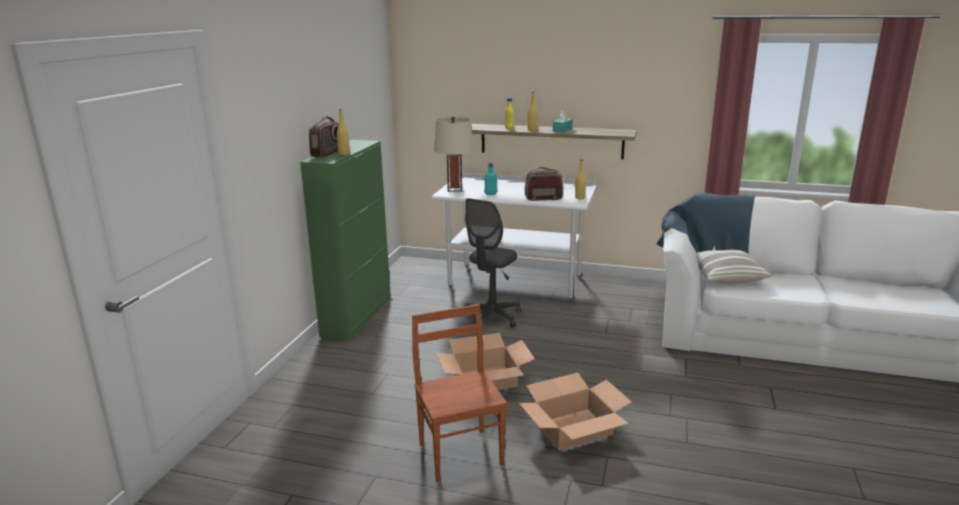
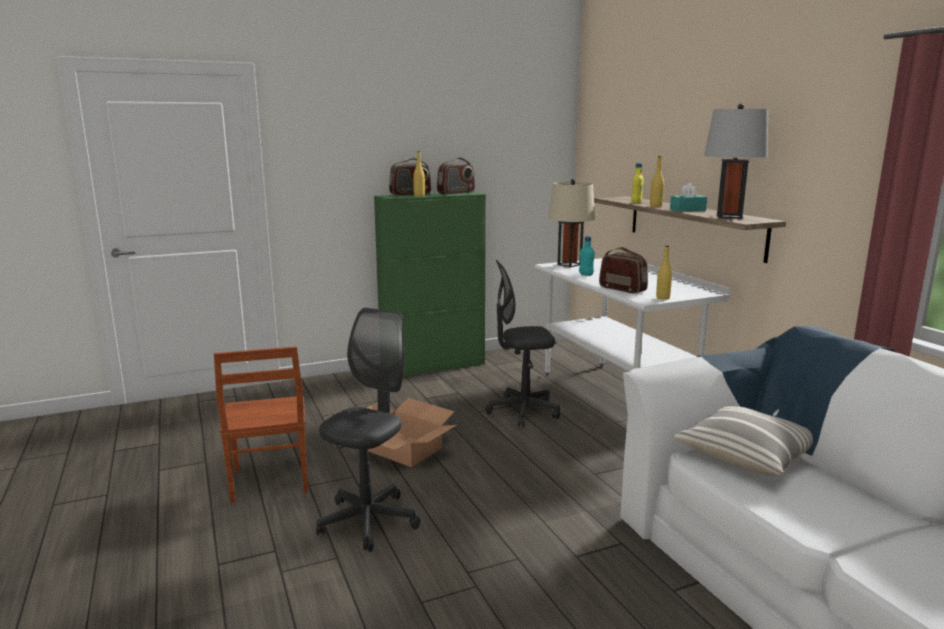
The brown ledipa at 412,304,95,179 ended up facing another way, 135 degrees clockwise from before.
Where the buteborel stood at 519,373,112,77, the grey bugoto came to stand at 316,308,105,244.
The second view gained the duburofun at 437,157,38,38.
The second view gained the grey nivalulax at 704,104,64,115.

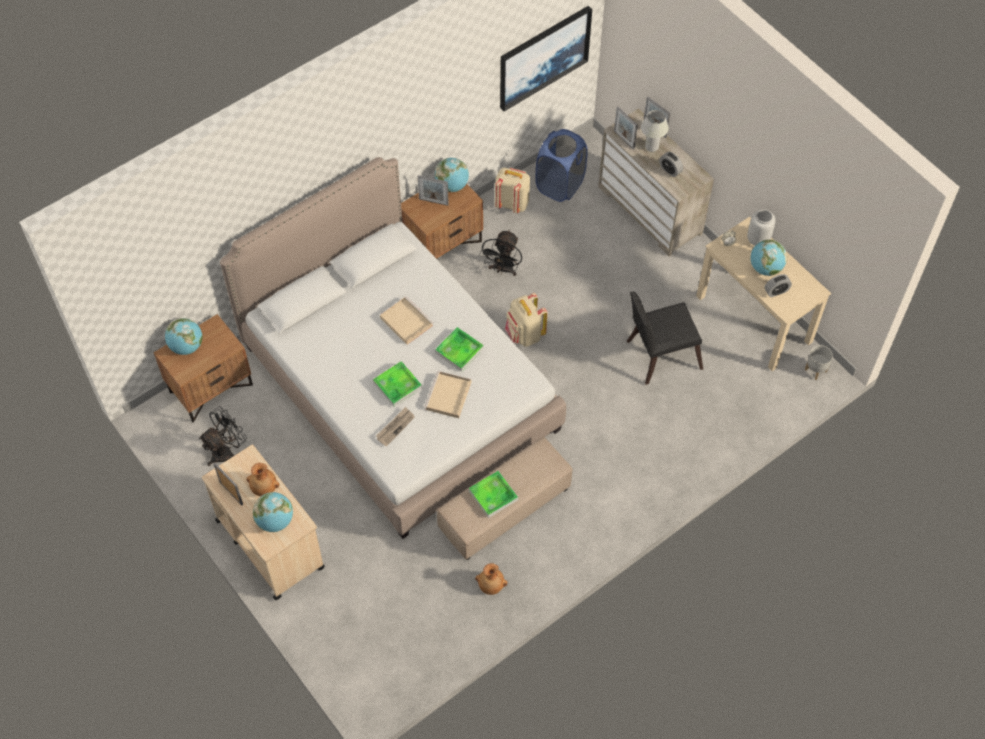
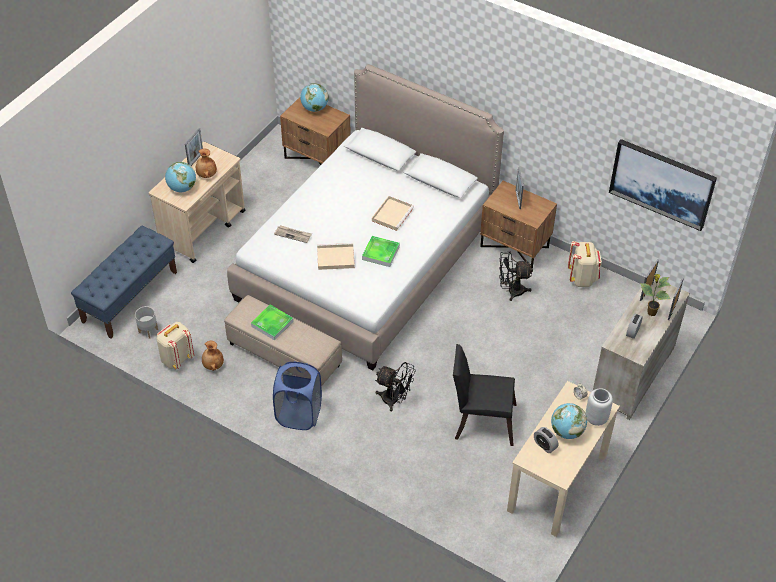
The second view gained the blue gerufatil at 71,226,106,112.
The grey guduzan ended up elsewhere, having gone from 805,345,28,35 to 135,306,23,32.
The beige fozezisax ended up elsewhere, having gone from 505,293,42,54 to 156,322,38,48.
The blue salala ended up elsewhere, having gone from 535,129,53,73 to 273,361,49,69.
The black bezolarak ended up elsewhere, having gone from 199,406,48,60 to 375,362,41,49.
The black ledipa at 627,292,76,93 ended up facing another way, 45 degrees counterclockwise from before.
Where the white nivalulax stood at 641,110,28,42, the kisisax came to stand at 640,274,31,42.
The second view lost the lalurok at 373,361,49,46.
The second view lost the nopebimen at 435,158,34,34.

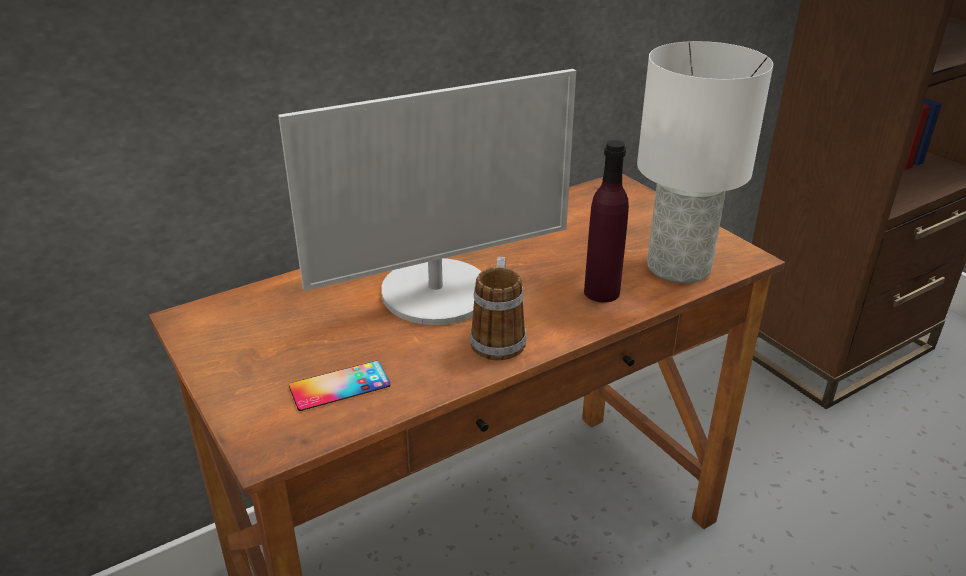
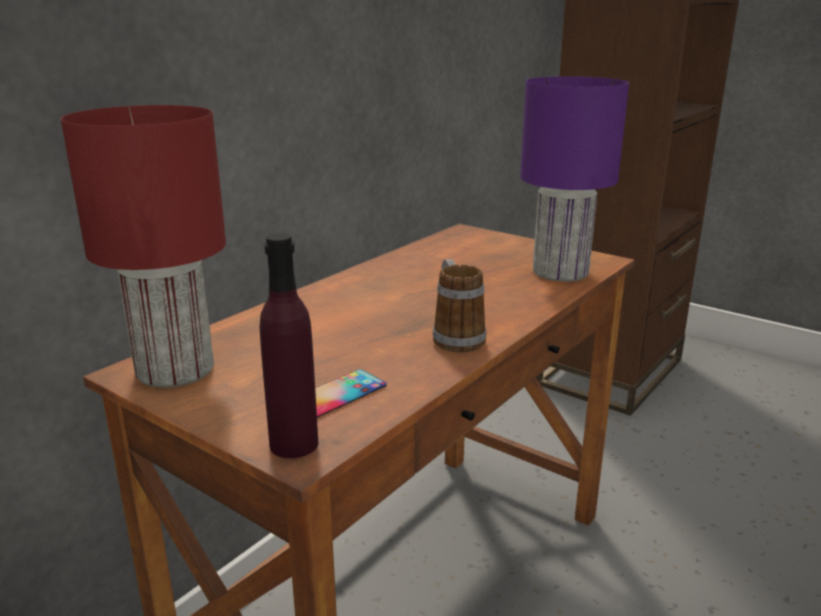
The second view gained the red nivalulax at 61,105,165,283.
The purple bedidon ended up elsewhere, having gone from 584,140,45,162 to 260,233,58,225.
What was the white nivalulax at 637,41,136,242 turned into the purple nivalulax at 520,76,109,206.
The second view lost the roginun at 278,69,298,256.

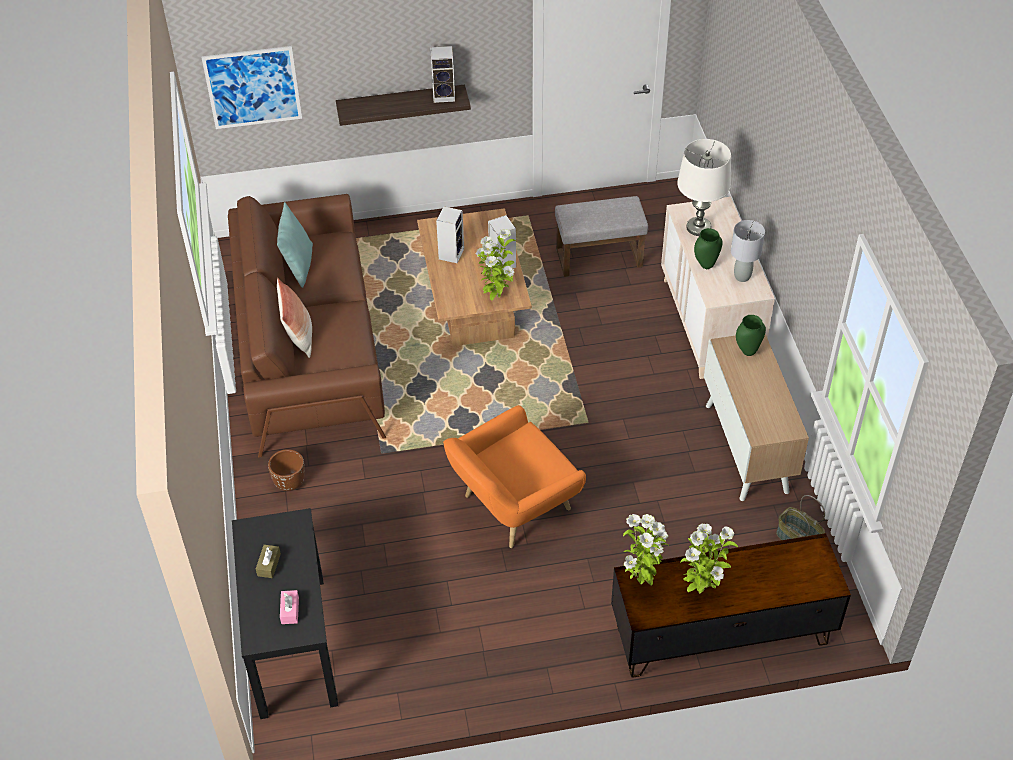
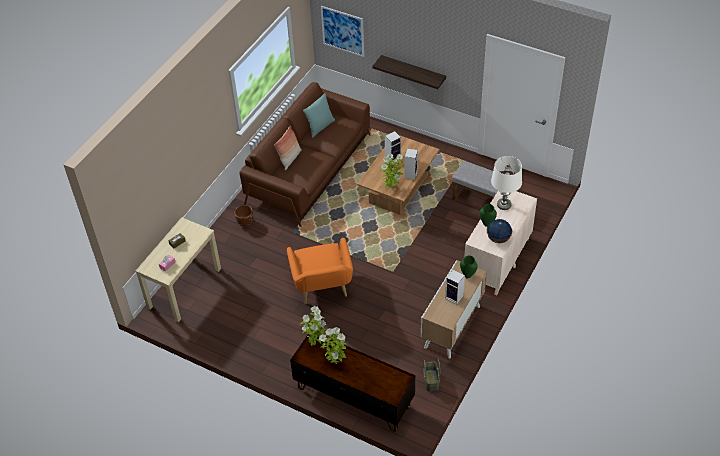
What was the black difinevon at 232,508,106,211 turned into the beige difinevon at 136,217,85,105.
The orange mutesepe at 443,405,143,143 ended up facing another way, 105 degrees counterclockwise from before.
The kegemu ended up elsewhere, having gone from 430,46,25,57 to 445,270,20,34.
Where the grey nivalulax stood at 731,220,34,62, the nopebimen came to stand at 487,219,25,24.

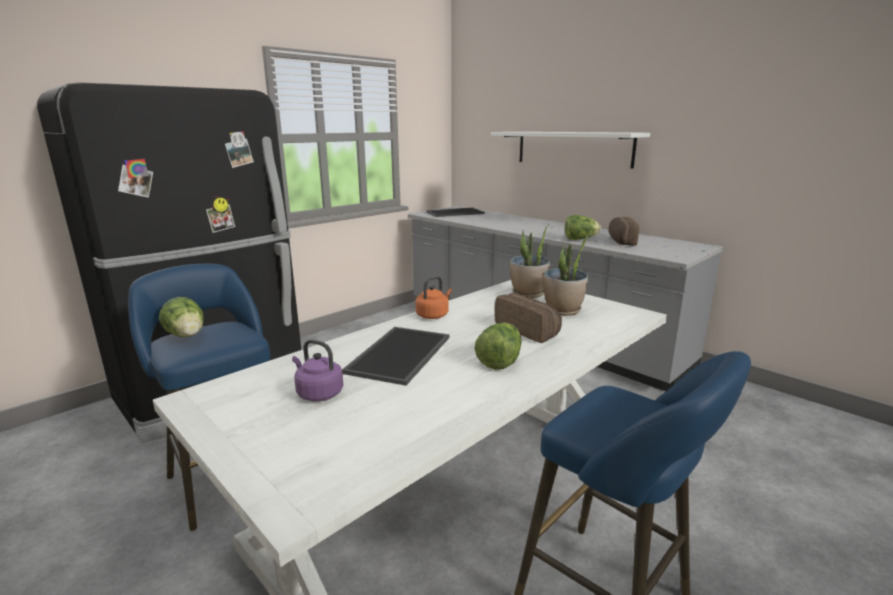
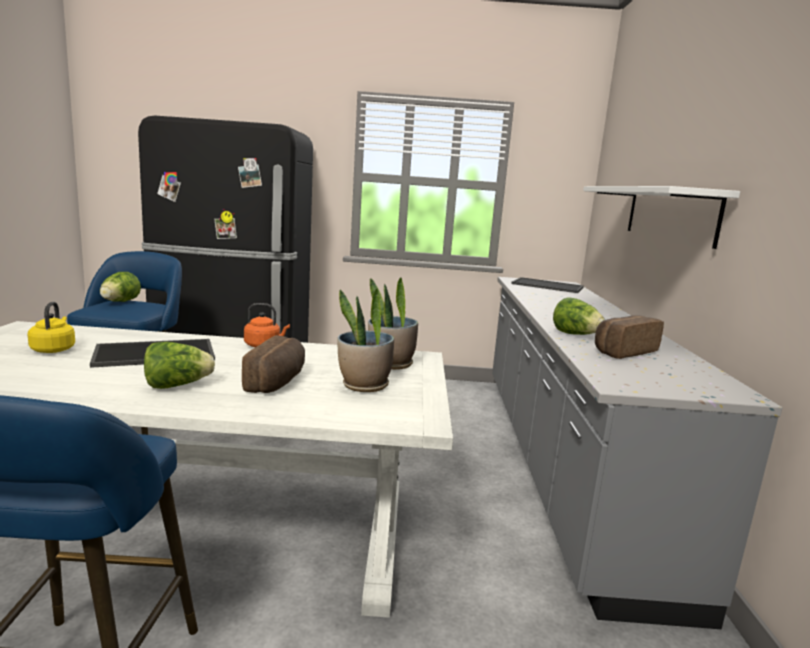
What was the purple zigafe at 292,339,51,62 turned into the yellow zigafe at 27,302,48,51.

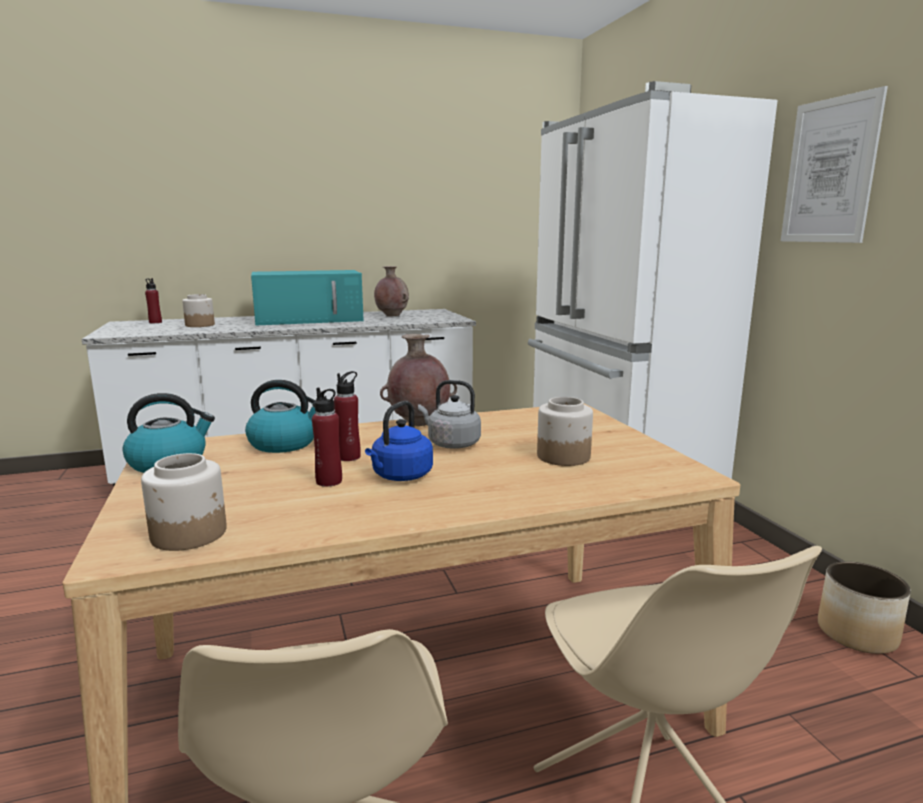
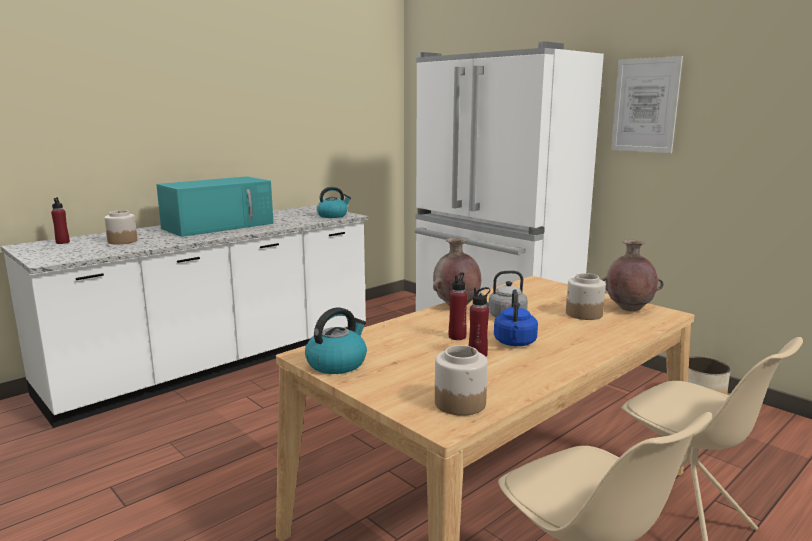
The zigafe ended up elsewhere, having gone from 245,380,71,73 to 317,187,34,31.
The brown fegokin ended up elsewhere, having gone from 374,266,35,50 to 602,239,62,72.

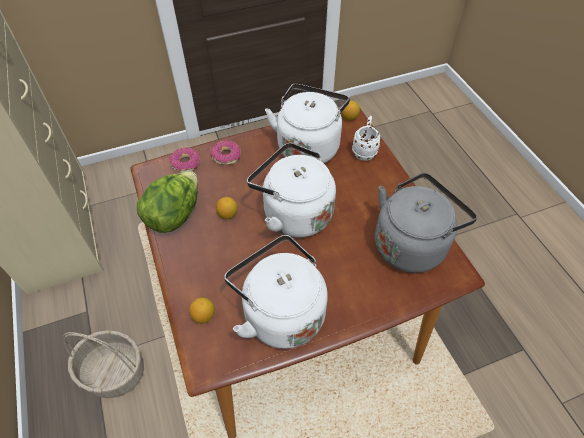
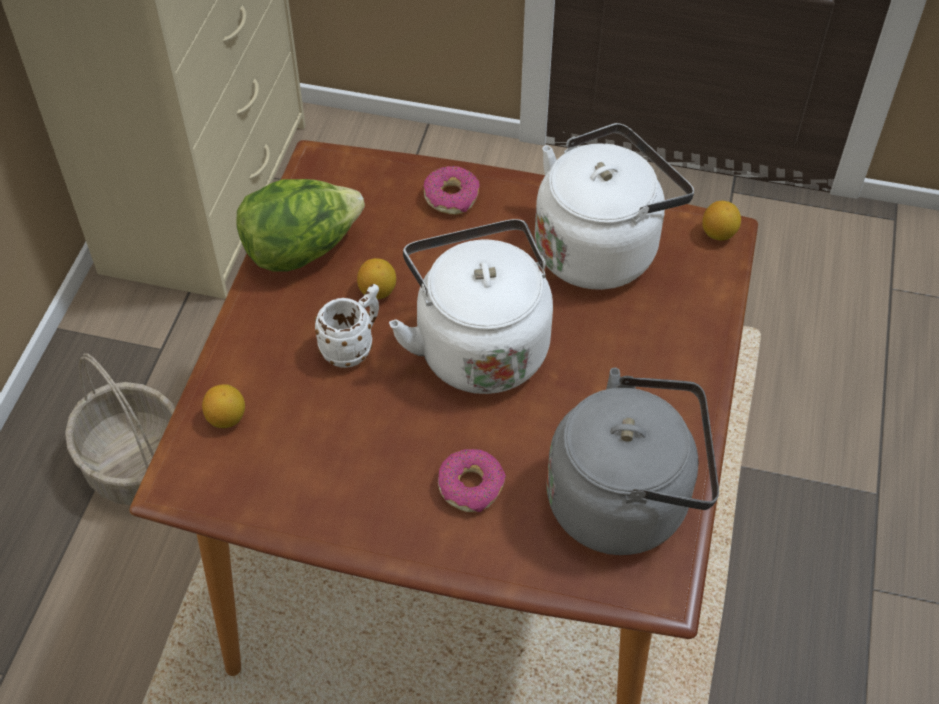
The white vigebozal ended up elsewhere, having gone from 352,116,29,45 to 314,284,65,84.
The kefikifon ended up elsewhere, having gone from 169,147,31,25 to 438,449,68,63.
The second view lost the white zigafe at 224,235,104,114.

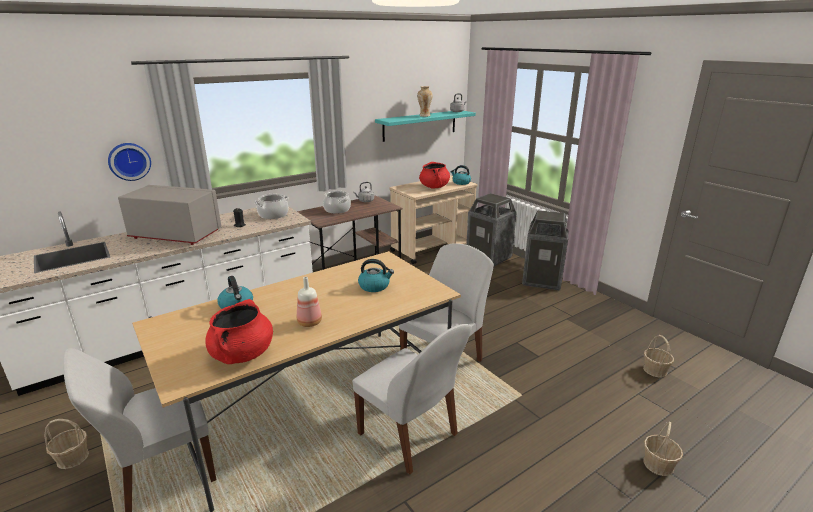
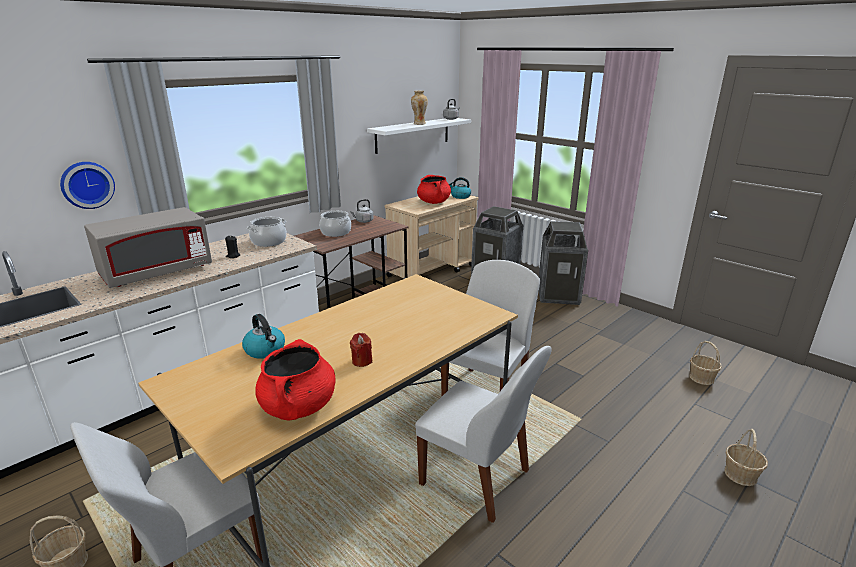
The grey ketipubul at 118,185,103,60 ended up facing another way, 135 degrees clockwise from before.
Where the bedidon stood at 297,277,25,50, the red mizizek came to stand at 350,333,22,34.
What was the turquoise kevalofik at 375,111,101,31 turned into the white kevalofik at 367,118,104,36.
The second view lost the zigafe at 358,259,36,33.

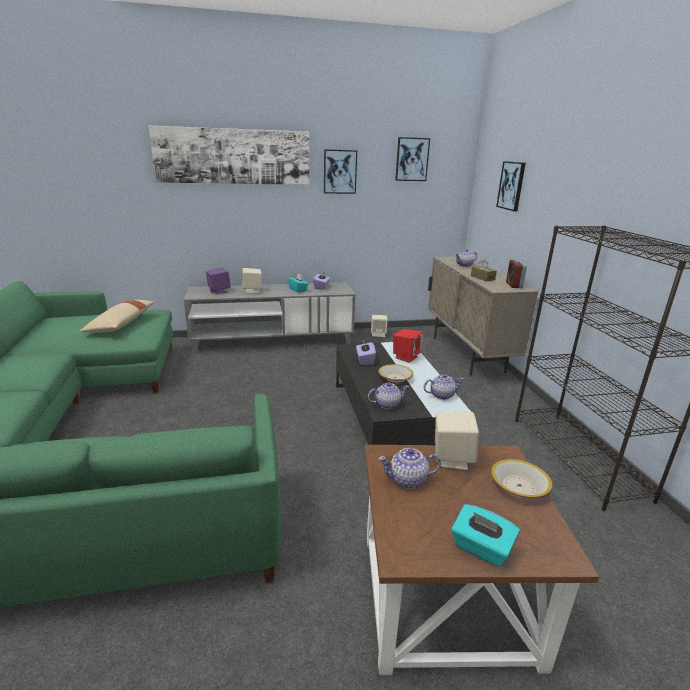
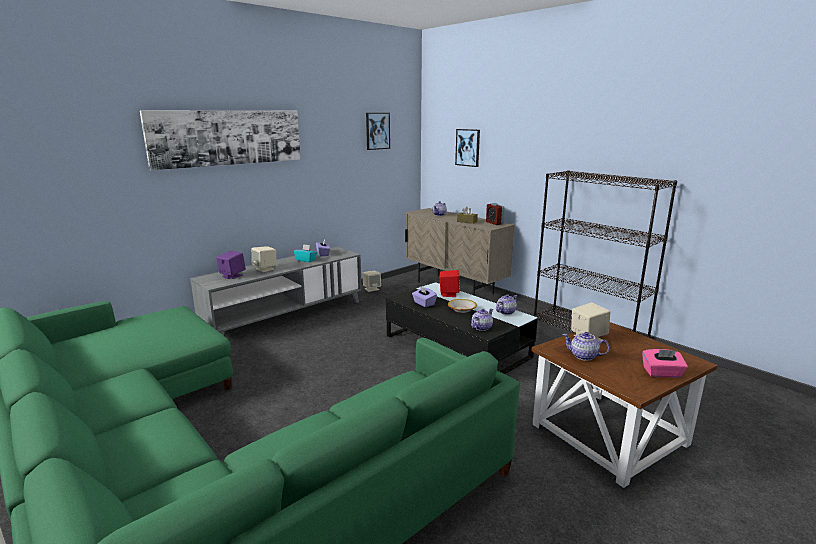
The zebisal at 378,448,63,41 ended up facing another way, 60 degrees clockwise from before.
What was the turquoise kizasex at 452,504,68,63 turned into the pink kizasex at 642,349,46,29.
The second view lost the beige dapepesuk at 80,300,75,33.
The second view lost the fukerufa at 324,149,33,45.
The second view lost the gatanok at 491,459,61,39.

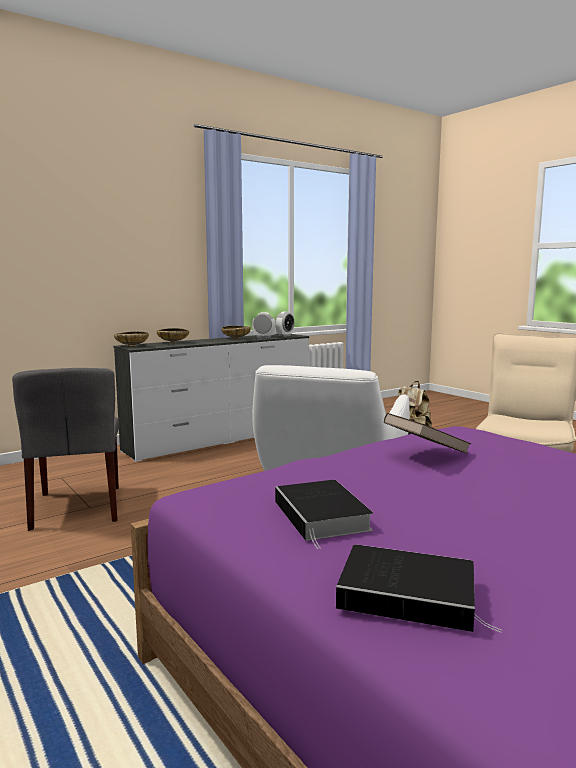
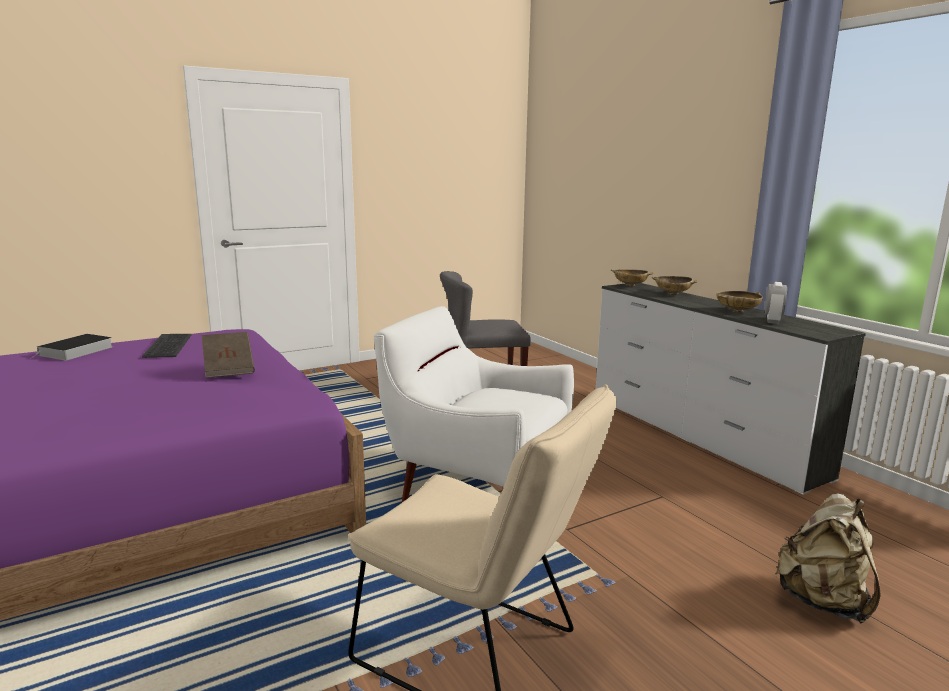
Where the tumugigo stood at 275,480,98,69, the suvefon came to stand at 142,334,49,24.
The second view lost the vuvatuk at 276,311,18,26.

